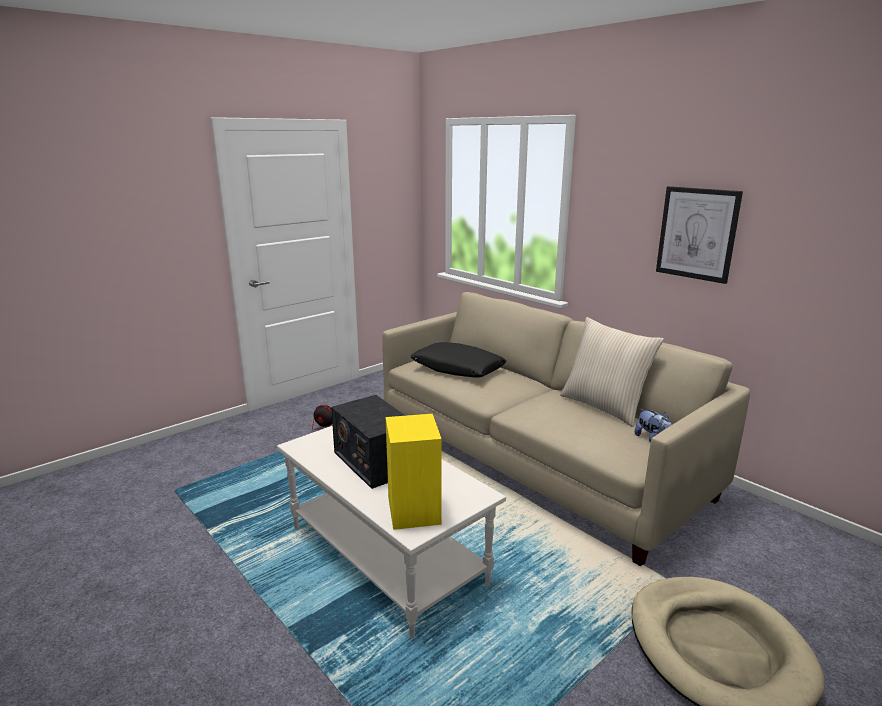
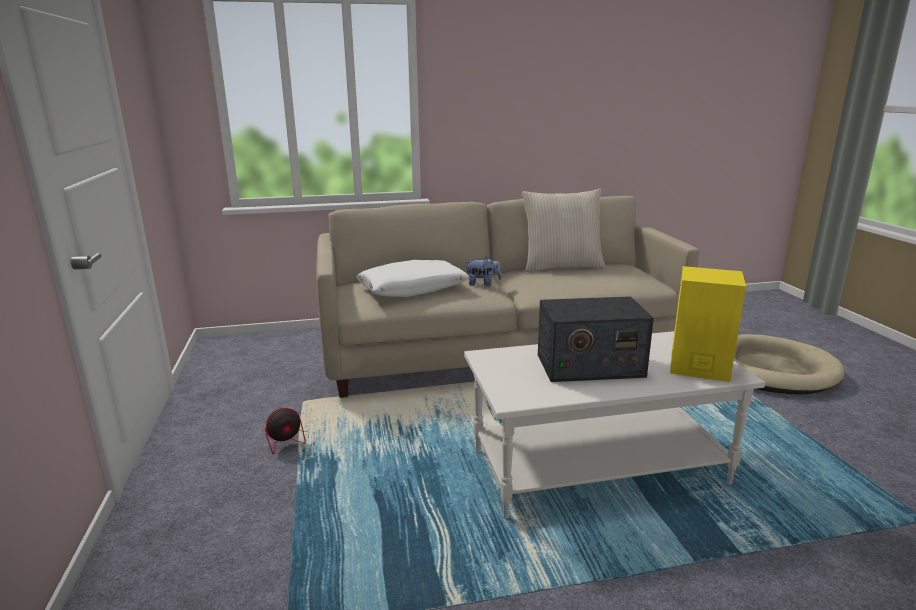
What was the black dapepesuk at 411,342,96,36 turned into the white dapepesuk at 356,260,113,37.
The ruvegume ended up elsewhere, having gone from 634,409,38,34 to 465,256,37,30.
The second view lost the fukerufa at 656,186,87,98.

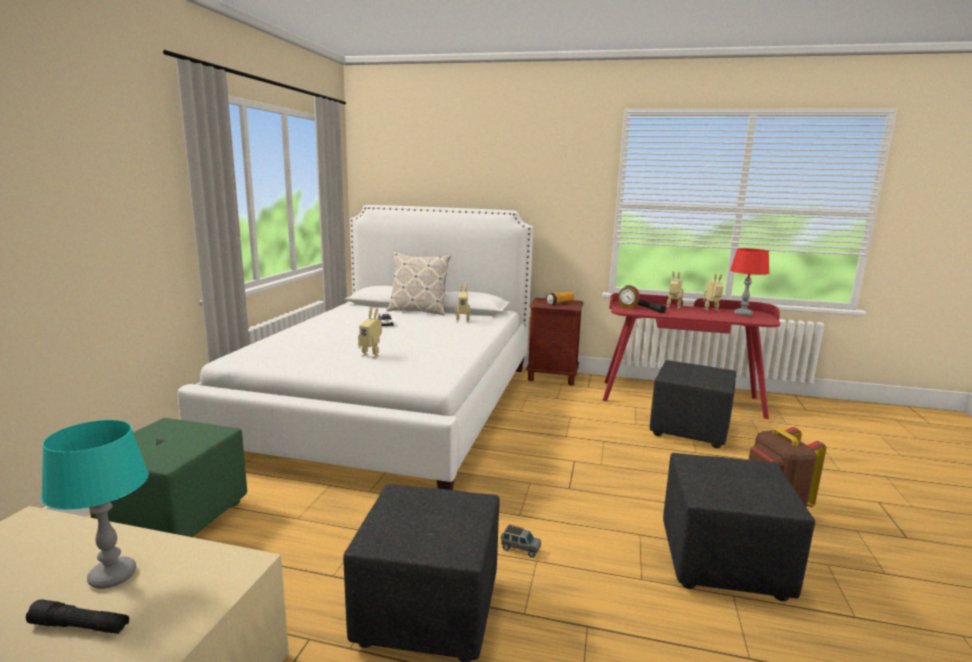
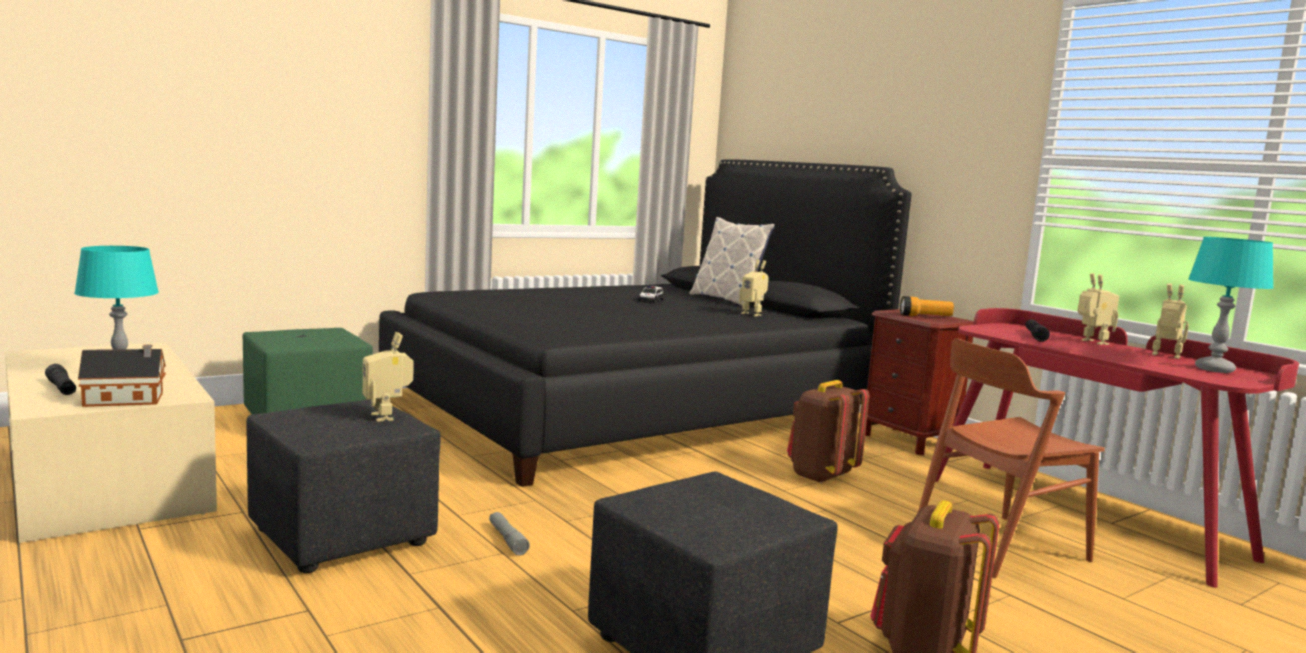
The second view gained the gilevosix at 78,345,88,62.
The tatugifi ended up elsewhere, having gone from 358,308,24,50 to 362,332,52,90.
What was the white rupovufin at 178,205,355,285 turned into the black rupovufin at 379,159,533,328.
Where the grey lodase stood at 501,525,40,33, the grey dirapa came to stand at 489,512,41,44.
The second view gained the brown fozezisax at 787,380,82,104.
Where the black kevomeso stood at 650,360,86,88, the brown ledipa came to stand at 918,338,187,240.
What was the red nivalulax at 730,248,39,68 turned into the turquoise nivalulax at 1188,237,86,136.
The second view lost the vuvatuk at 618,285,22,25.

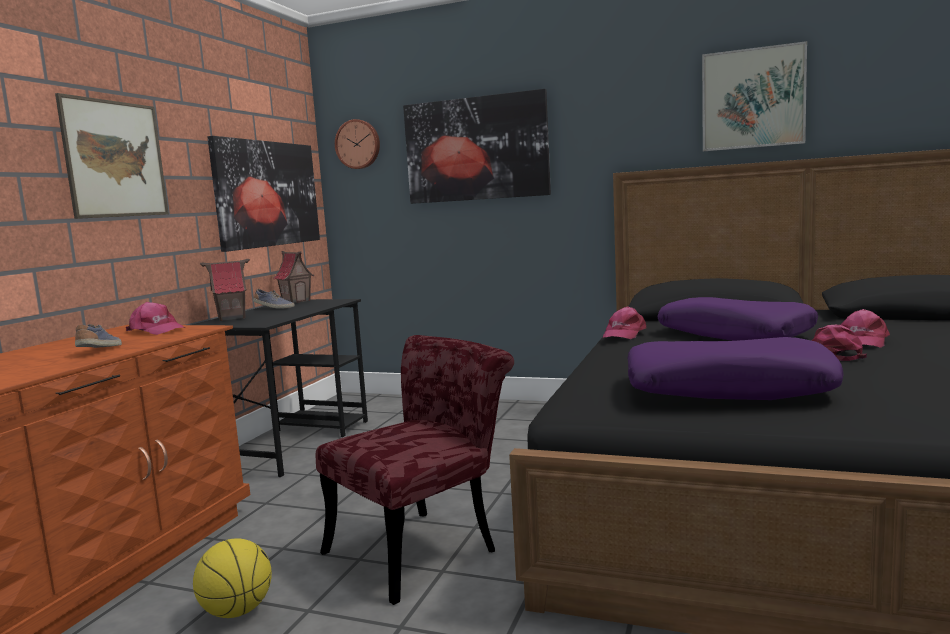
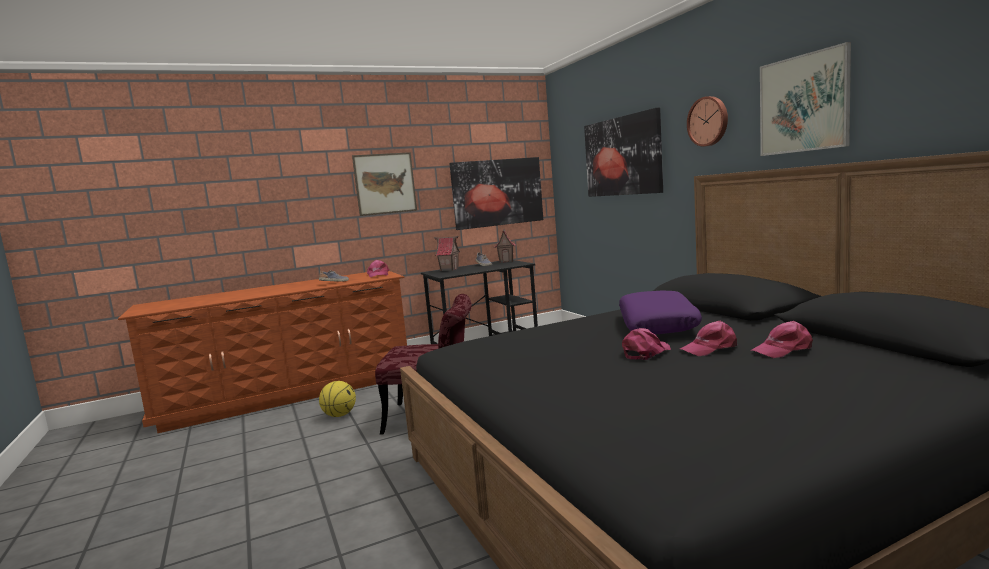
The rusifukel ended up elsewhere, having gone from 335,119,45,50 to 687,96,41,51.
The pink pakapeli ended up elsewhere, having gone from 603,306,44,33 to 751,321,62,37.
The second view lost the purple dapepesuk at 627,337,217,63.

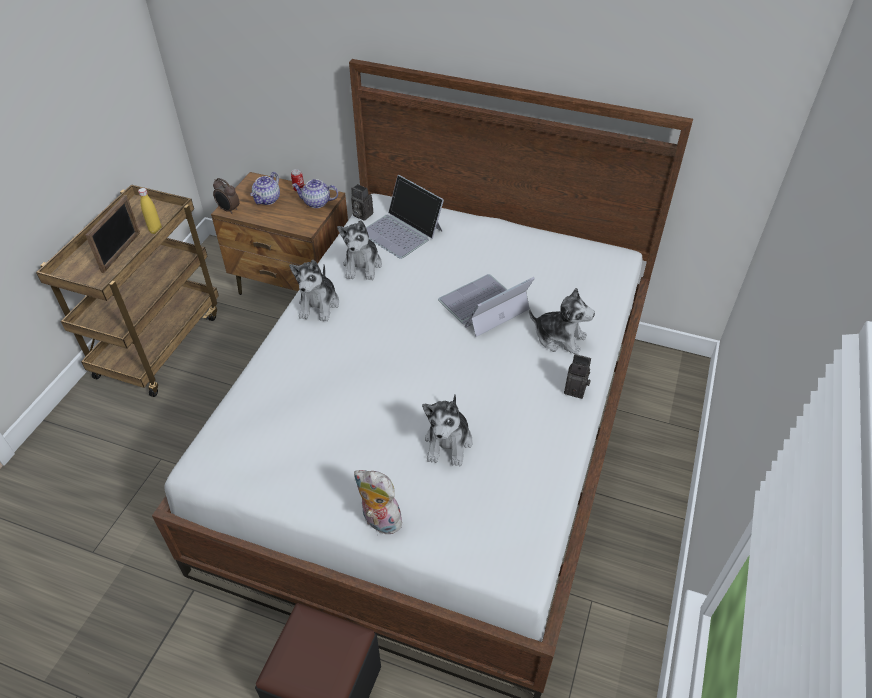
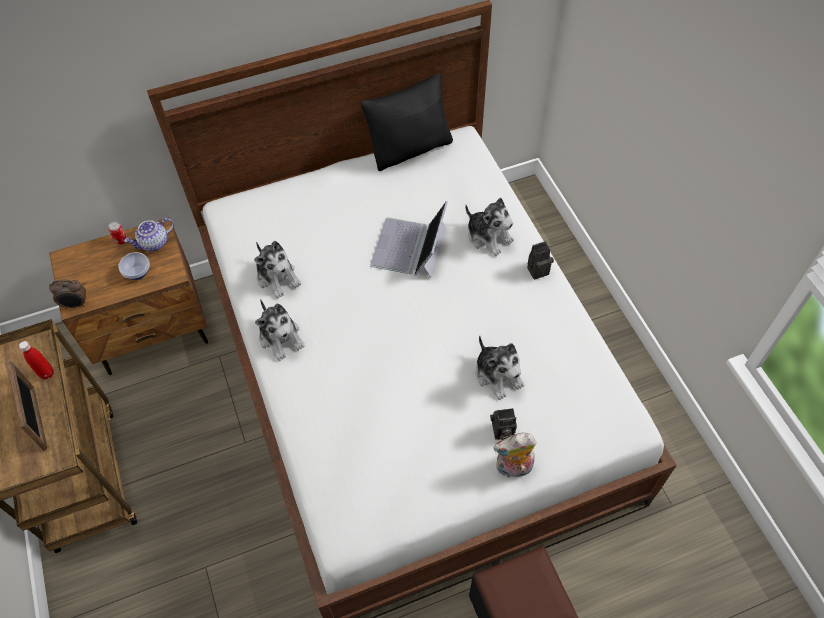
What was the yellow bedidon at 138,188,24,46 turned into the red bedidon at 19,341,35,38.
The second view gained the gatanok at 119,252,31,28.
The second view gained the black dapepesuk at 360,74,93,97.
The ruvegume at 529,288,66,67 ended up facing another way, 60 degrees clockwise from before.
The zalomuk ended up elsewhere, having gone from 351,184,22,37 to 490,408,27,32.
The second view lost the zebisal at 251,172,29,33.
The second view lost the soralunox at 366,175,78,84.

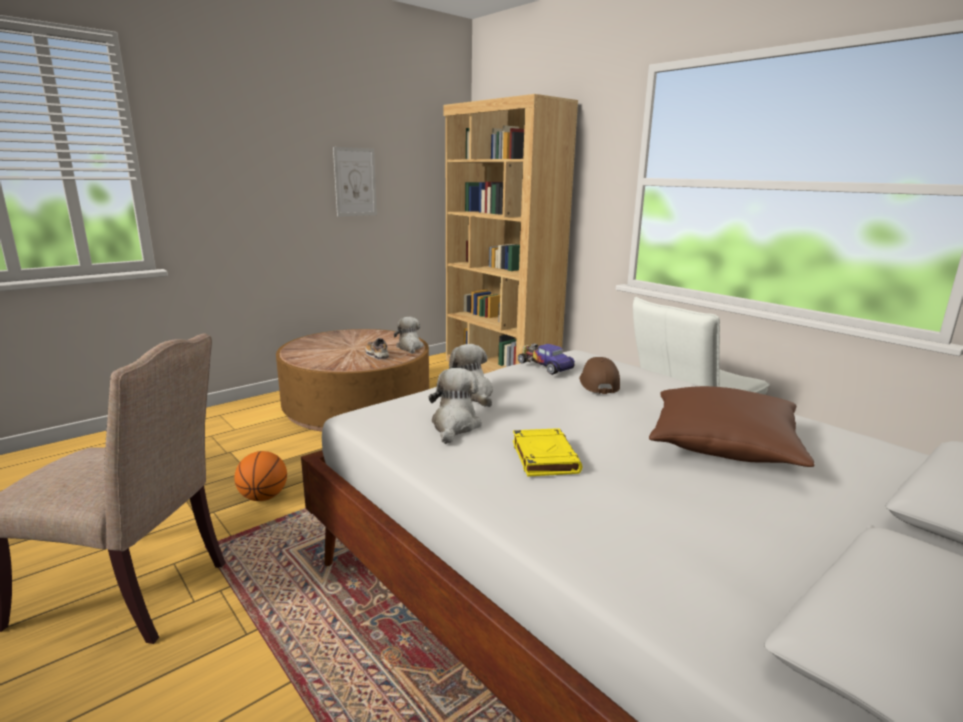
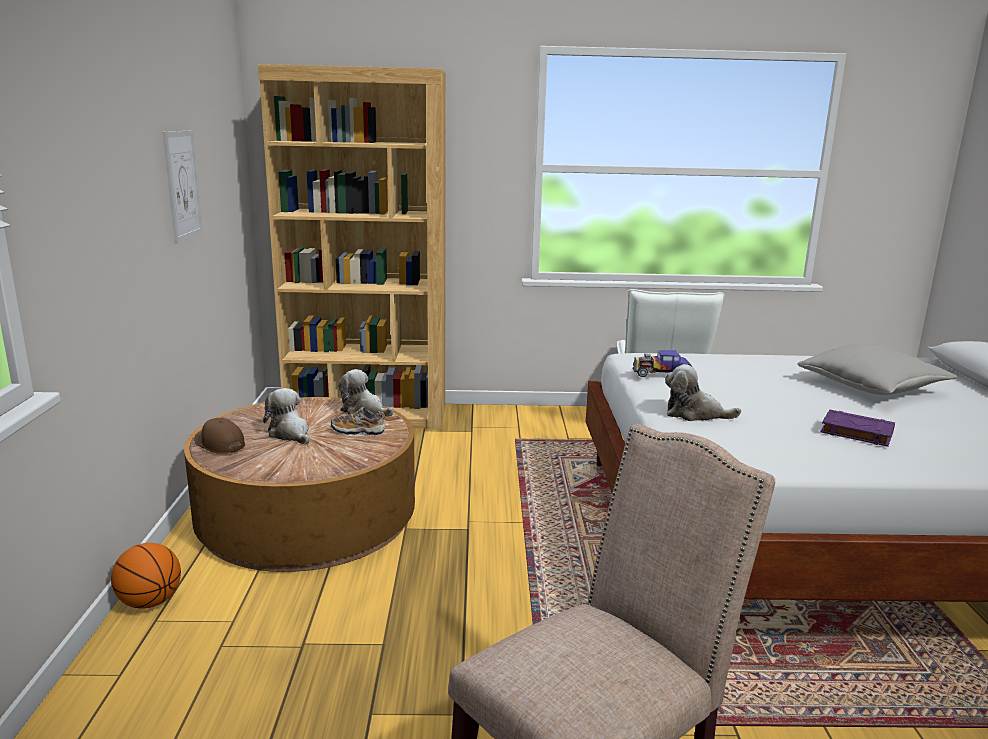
The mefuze ended up elsewhere, having gone from 234,451,53,50 to 111,543,70,66.
The brown pakapeli ended up elsewhere, having gone from 579,357,41,37 to 194,418,51,36.
The ruvegume ended up elsewhere, having gone from 429,368,53,76 to 263,388,47,56.
What was the brown dapepesuk at 649,386,166,81 turned into the grey dapepesuk at 797,344,160,51.
What was the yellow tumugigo at 513,428,69,49 turned into the purple tumugigo at 820,410,75,37.

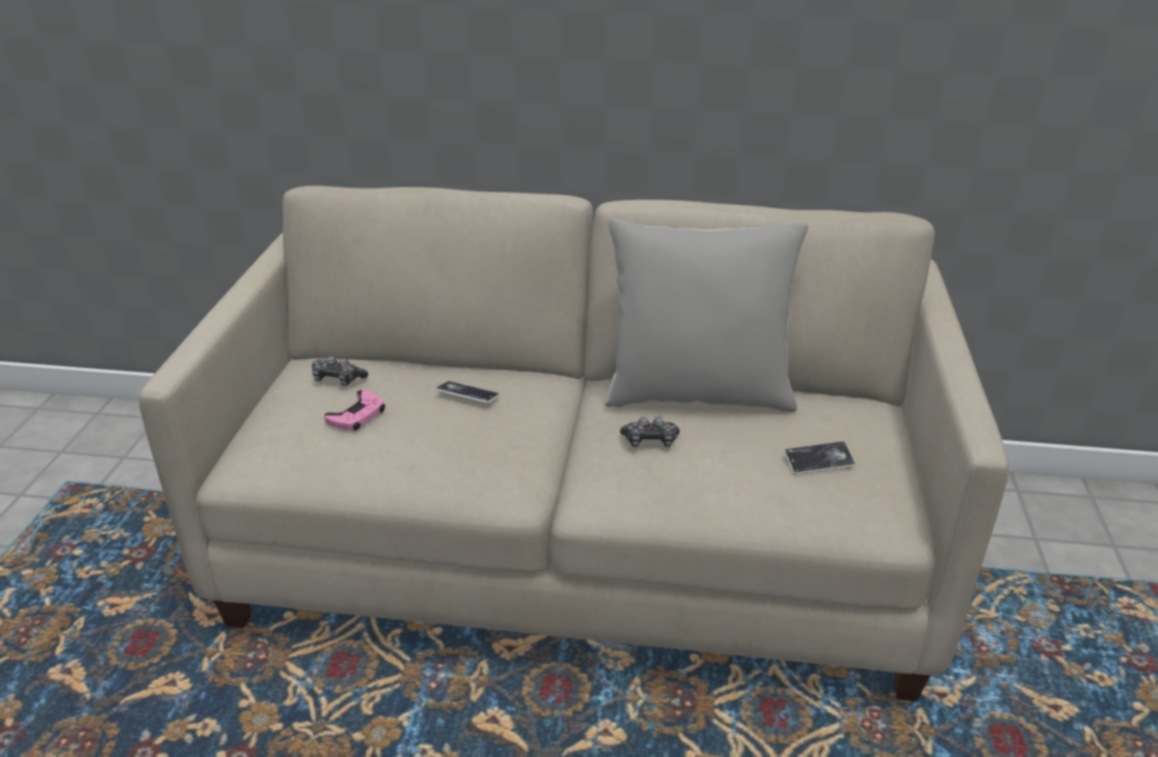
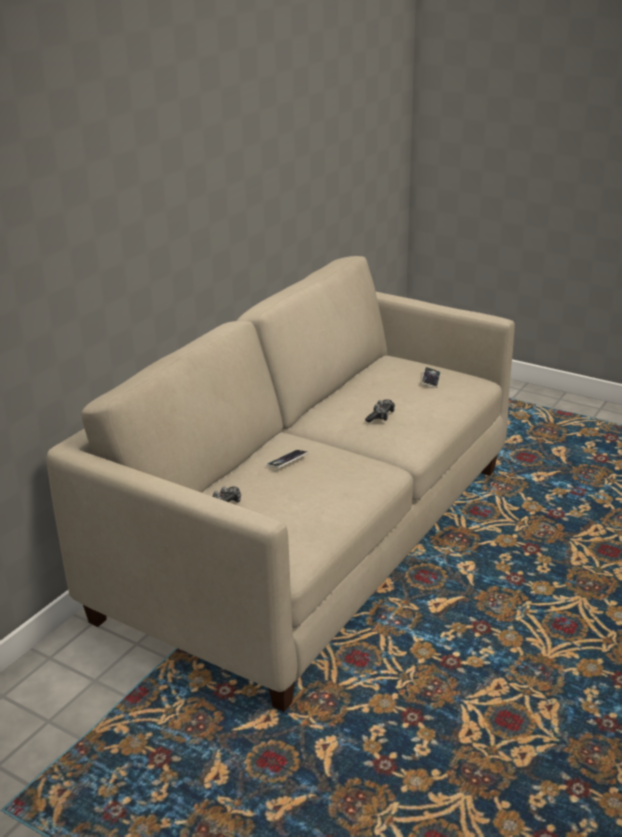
The second view lost the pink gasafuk at 324,390,61,41.
The second view lost the grey dapepesuk at 605,218,204,194.

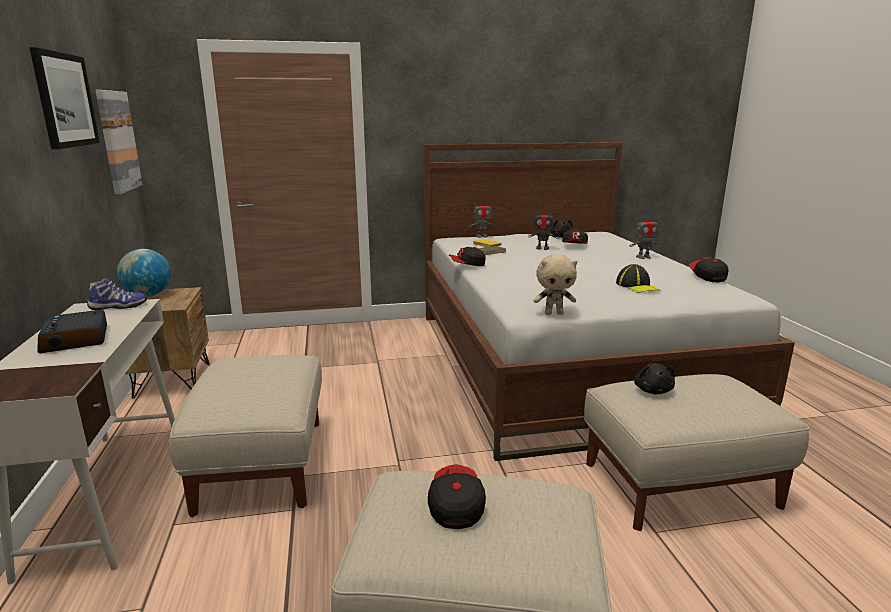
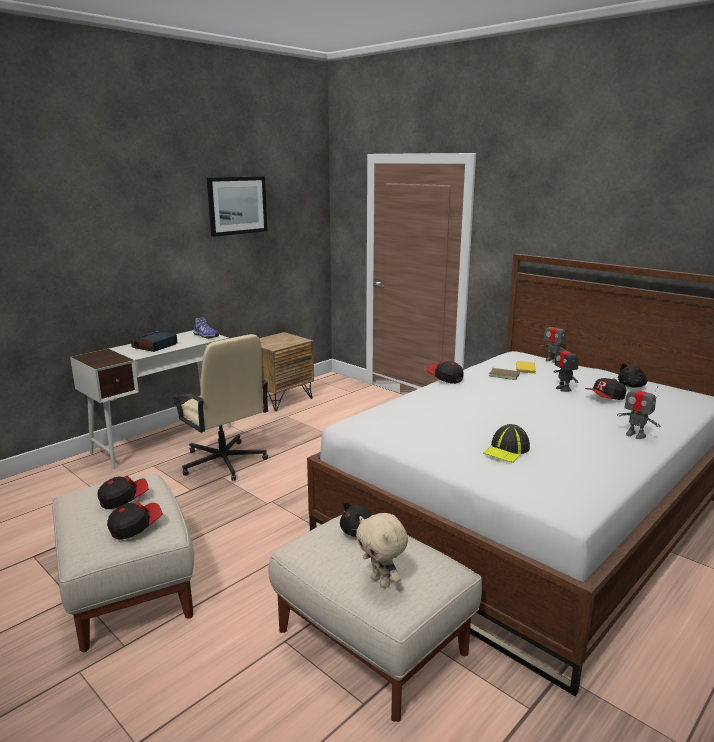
The pakapeli ended up elsewhere, having gone from 689,257,40,25 to 107,501,56,39.
Where the beige kevomeso stood at 169,355,153,162, the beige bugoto came to stand at 172,334,97,147.
The beige ruvegume ended up elsewhere, having gone from 533,254,45,61 to 356,513,52,75.
The second view lost the fukerufa at 95,90,48,104.
The second view lost the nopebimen at 117,249,54,48.

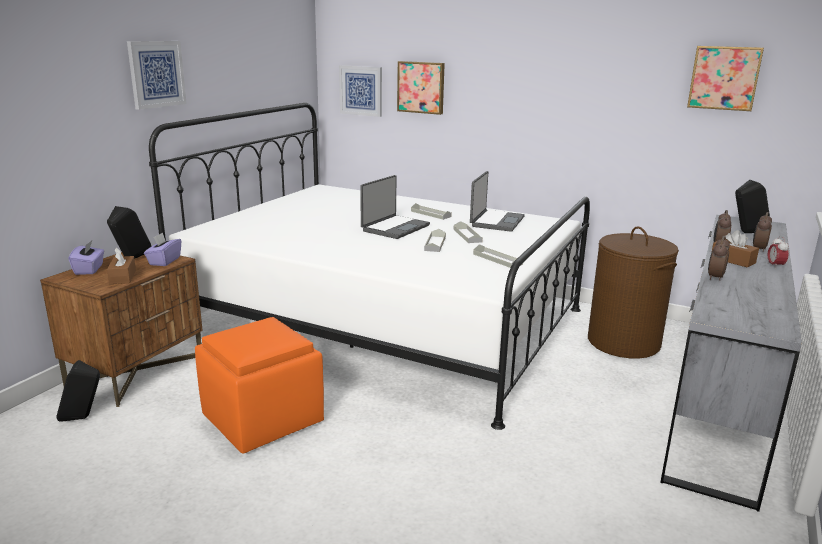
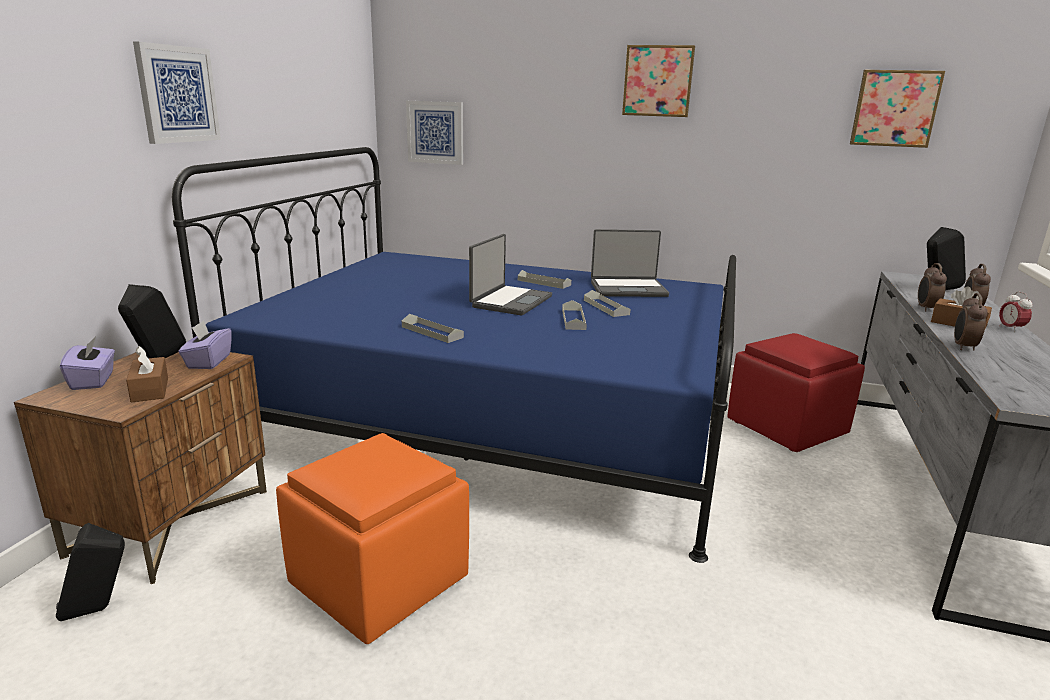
What was the white rupovufin at 149,103,441,327 turned into the blue rupovufin at 172,147,564,416.
The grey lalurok ended up elsewhere, having gone from 473,244,50,24 to 402,314,62,29.
The soralunox at 470,171,55,61 ended up facing another way, 75 degrees clockwise from before.
The fukerufa ended up elsewhere, having gone from 397,61,48,54 to 622,45,73,72.
Where the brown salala stood at 588,226,91,133, the red kevomeso came to stand at 727,333,138,119.

